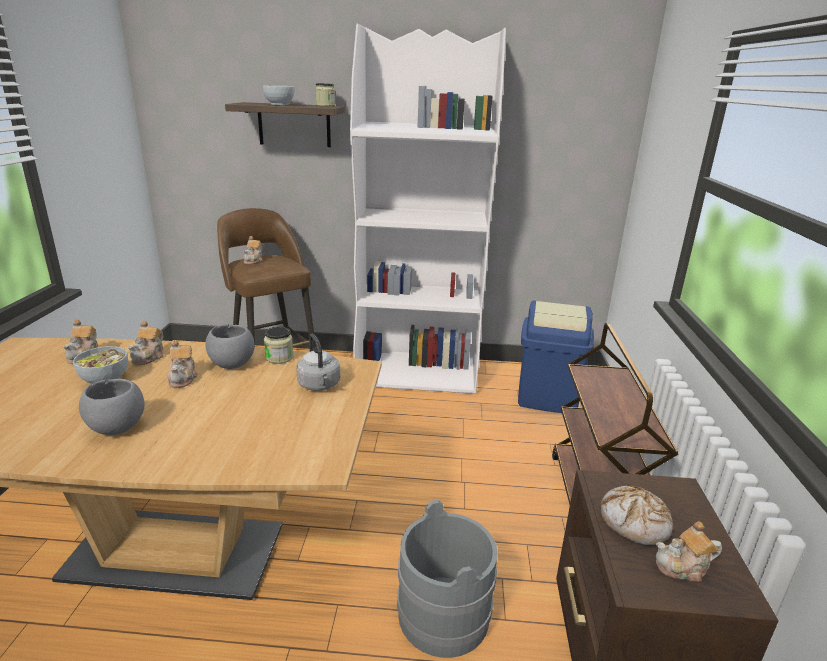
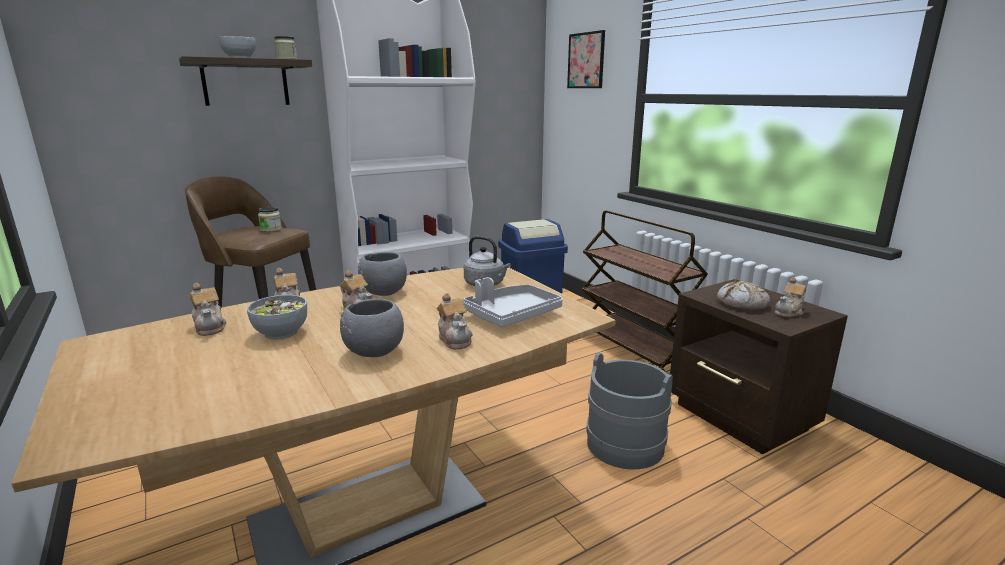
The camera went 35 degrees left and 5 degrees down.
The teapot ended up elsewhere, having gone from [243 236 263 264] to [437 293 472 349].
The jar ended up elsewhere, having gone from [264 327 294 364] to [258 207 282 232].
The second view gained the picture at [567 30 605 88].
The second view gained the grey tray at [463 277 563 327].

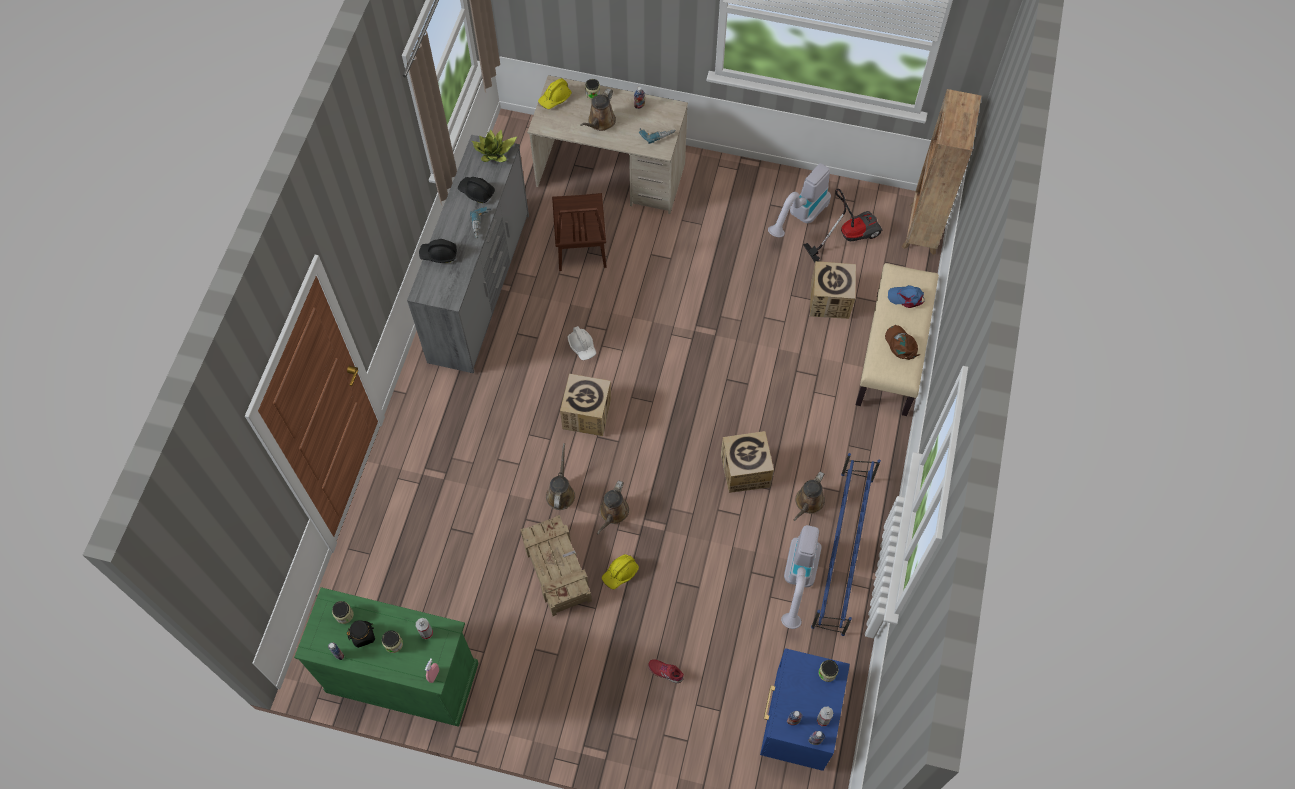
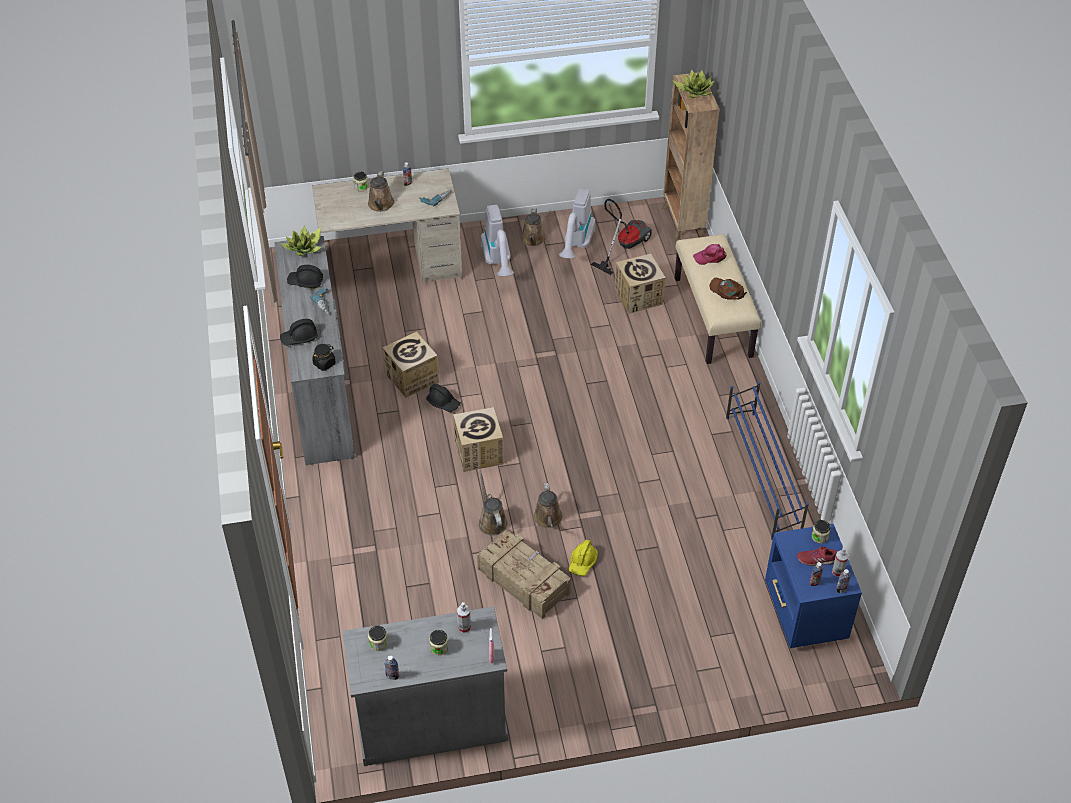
The camera went 25 degrees left and 15 degrees down.
The second view lost the yellow hard hat at [538 78 572 109].
The second view lost the brown chair at [552 193 607 271].
What was the blue cap at [888 285 925 308] turned into the pink cap at [693 244 727 265].
What was the white hard hat at [568 326 596 360] turned into the black hard hat at [426 384 460 412].
The cardboard box ended up elsewhere, having gone from [721 431 774 493] to [383 332 439 398].
The brown watering can ended up elsewhere, having gone from [794 471 825 521] to [521 208 546 246].
The vacuum cleaner ended up elsewhere, having gone from [781 525 822 629] to [481 205 514 276].
What was the green cabinet at [294 587 478 727] turned into the grey cabinet at [342 606 508 766].
The black jar ended up elsewhere, having gone from [347 620 375 648] to [312 344 336 371].
The red shoe ended up elsewhere, having gone from [648 659 684 683] to [797 546 837 566].
The second view gained the potted plant at [672 69 714 98].

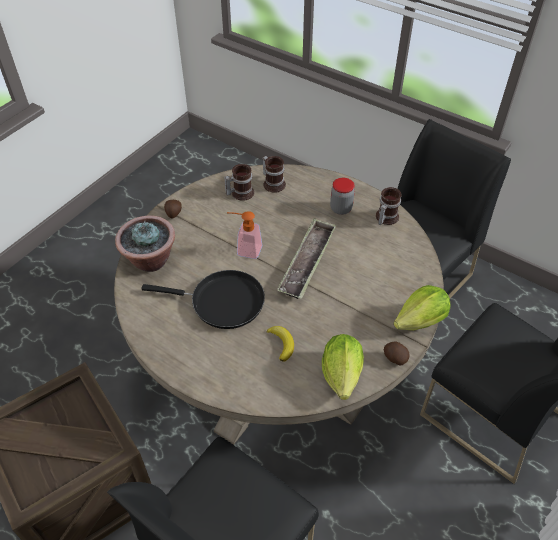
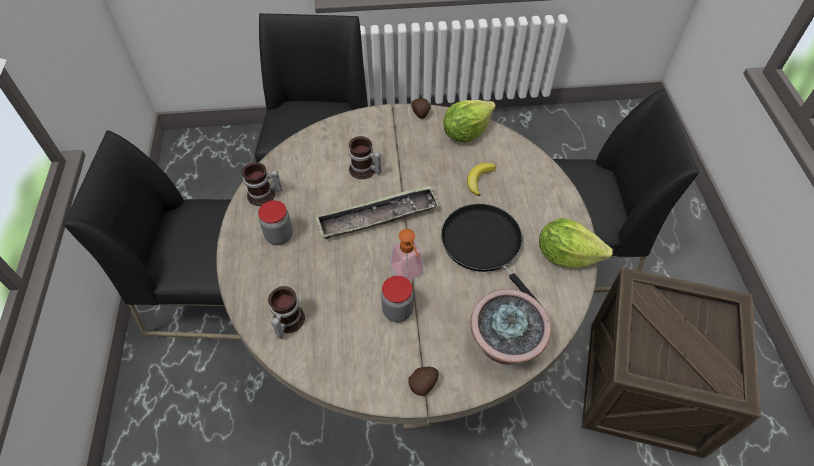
The camera went 130 degrees left and 5 degrees up.
The mug ended up elsewhere, having gone from [224 164 254 201] to [349 136 381 179].
The lettuce ended up elsewhere, having gone from [393 285 451 331] to [539 218 613 268].
The second view gained the jar at [381 276 414 322].

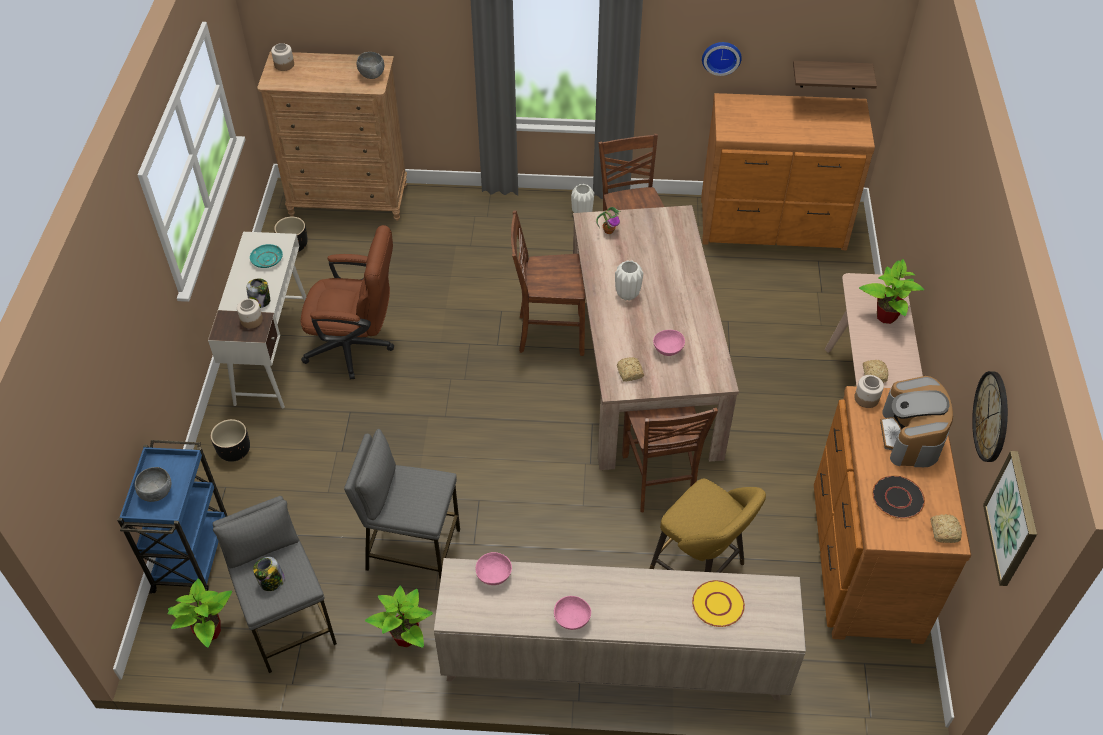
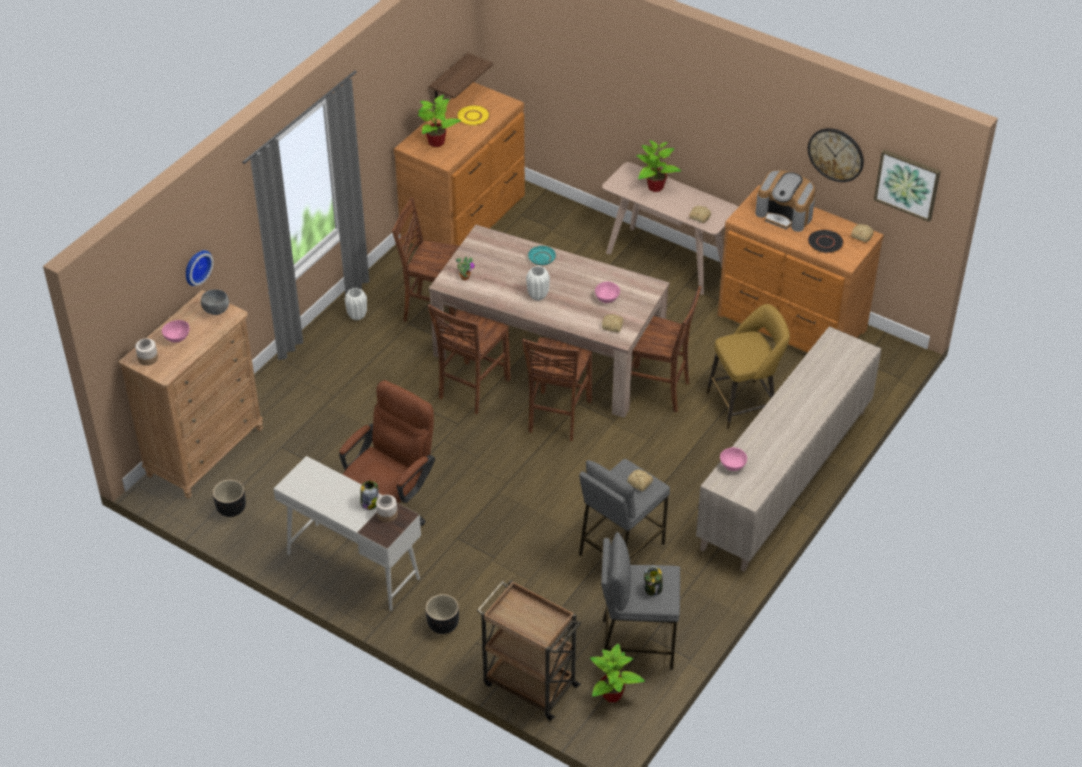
The camera went 60 degrees left and 5 degrees down.
The wall clock ended up elsewhere, having gone from [702 42 742 76] to [186 250 214 286].
The turquoise plate ended up elsewhere, having gone from [250 244 283 268] to [528 246 556 265].
The second view lost the jar at [854 375 884 408].
What was the blue cart at [117 440 227 594] turned into the brown cart at [477 580 581 720].
The second view lost the grey bowl at [135 467 171 502].
The yellow plate ended up elsewhere, having gone from [692 580 745 627] to [456 105 490 126].
The potted plant ended up elsewhere, having gone from [365 586 433 648] to [417 95 461 147].
The pink bowl ended up elsewhere, having gone from [554 596 591 630] to [162 320 190 343].
The second view gained the brown chair at [522 337 592 441].
The second view gained the bread at [627 469 653 491].

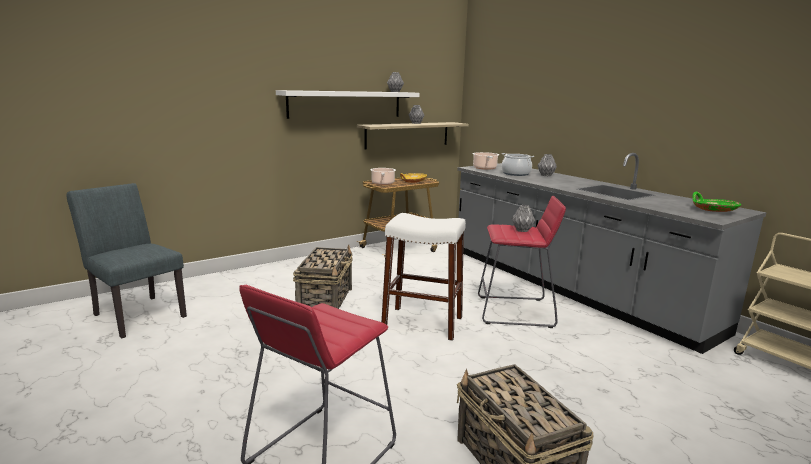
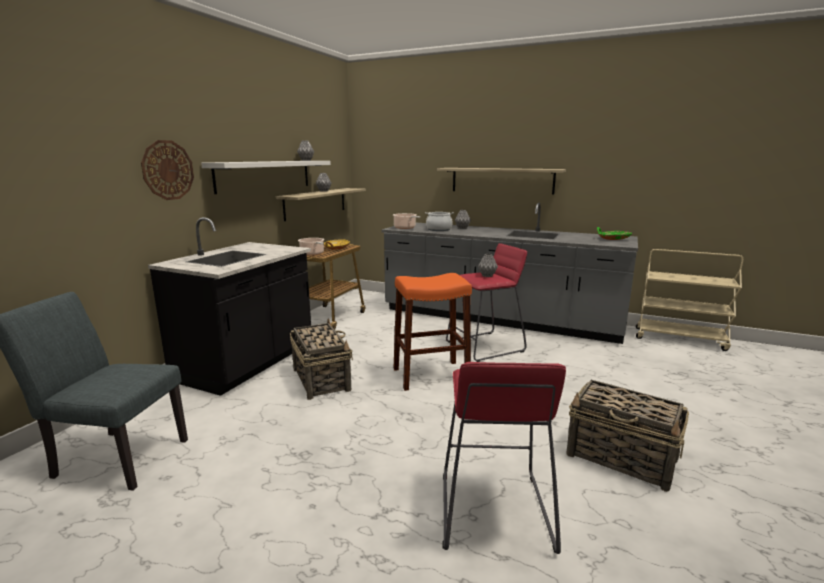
The camera went 30 degrees left and 0 degrees up.
What was the white stool at [381 213 466 341] turned into the orange stool at [394 273 472 391].
The second view gained the wall clock at [141 140 194 200].
The second view gained the shelf at [437 168 566 195].
The second view gained the black counter at [148 217 311 396].

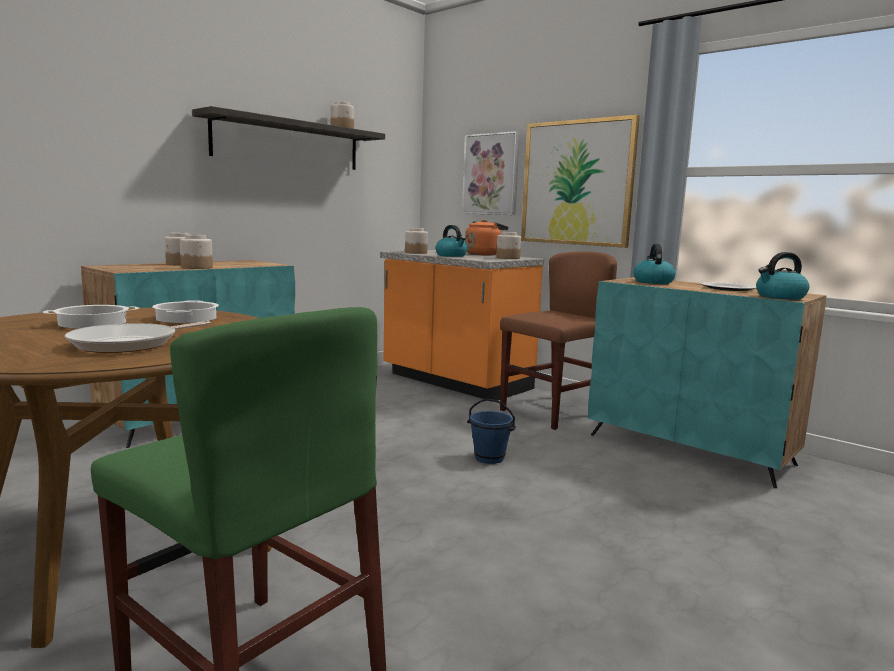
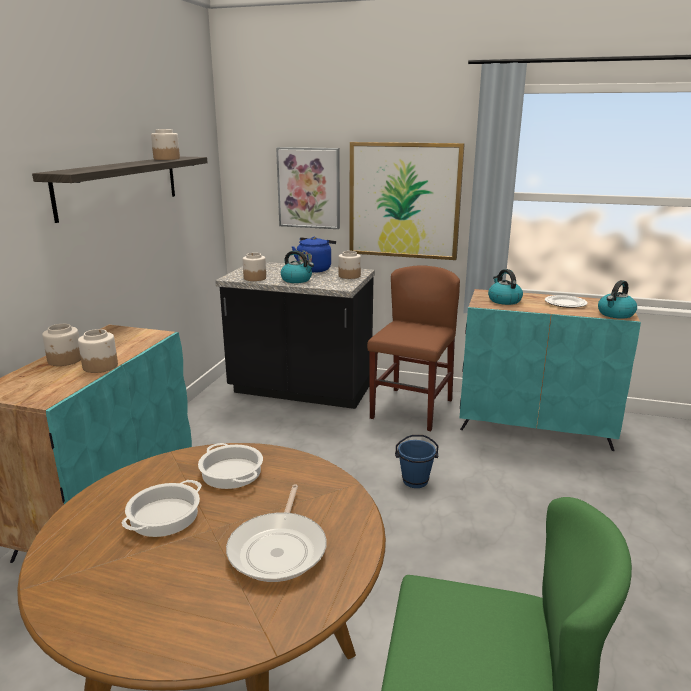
The camera went 25 degrees left and 10 degrees up.
What was the orange kettle at [465 219 509 256] turned into the blue kettle at [292 236 336 273].
What was the orange counter at [380 250 544 400] turned into the black counter at [215 262 375 409].

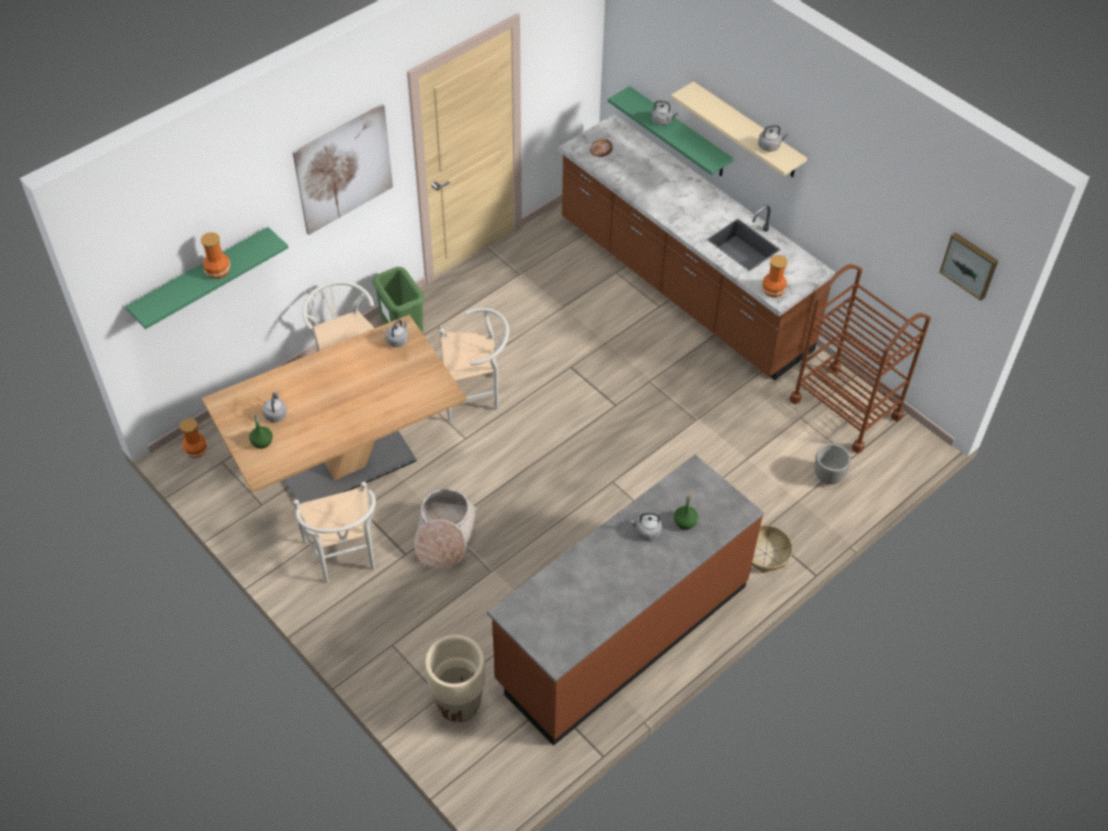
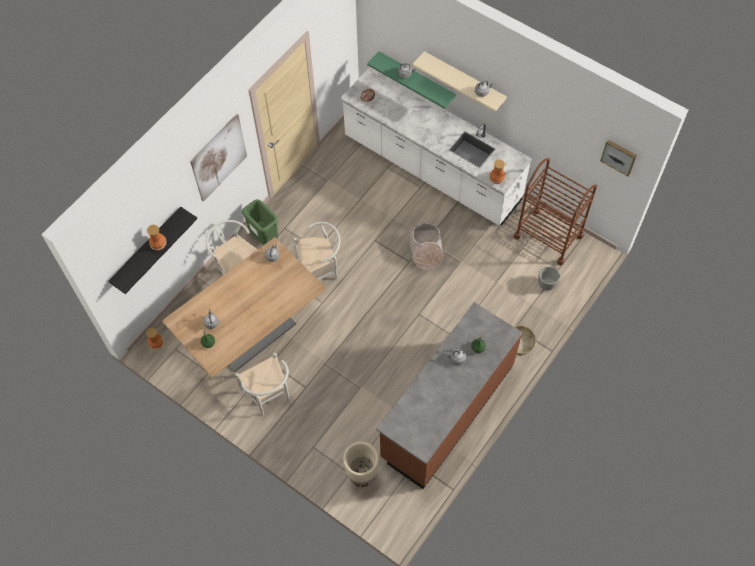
The camera went 10 degrees left and 10 degrees up.
What was the brown counter at [559 114 835 380] turned into the white counter at [340 67 532 225].
What was the green shelf at [125 227 288 329] turned into the black shelf at [108 206 197 294].
The basket ended up elsewhere, having gone from [414 489 478 569] to [409 223 443 270].

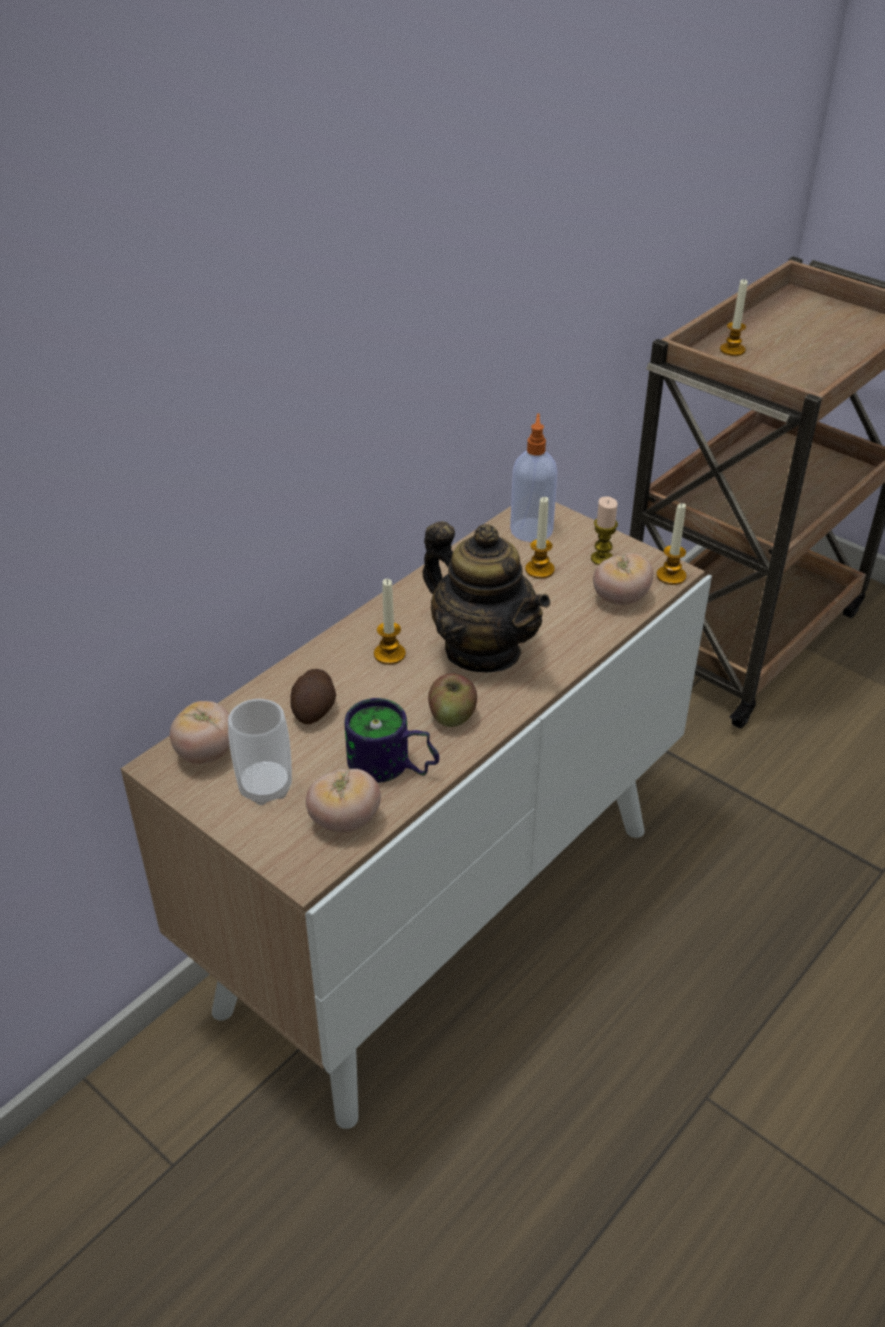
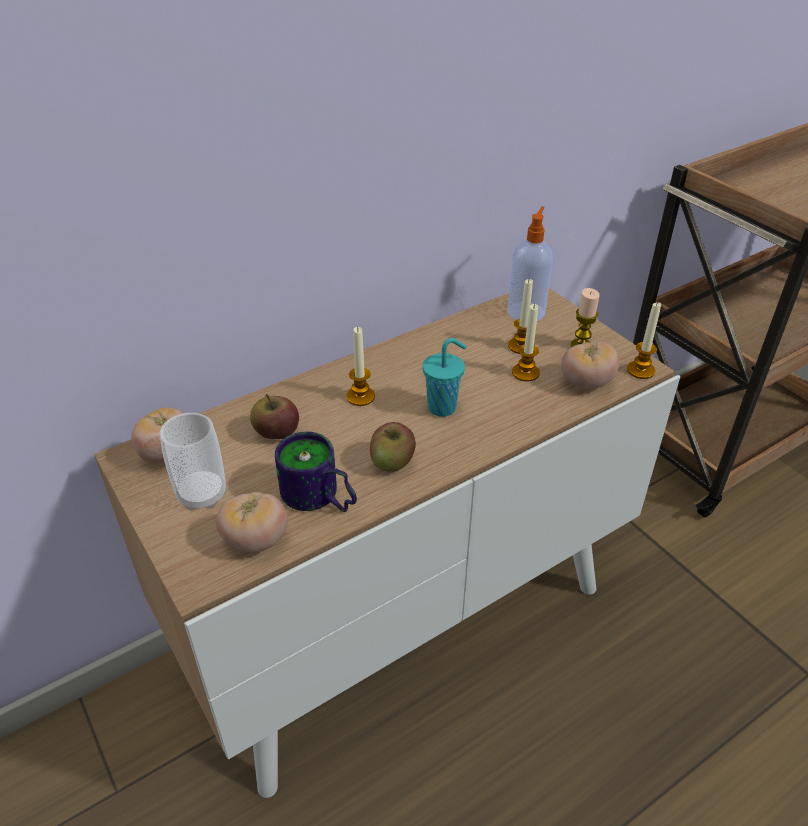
The camera went 15 degrees right and 0 degrees up.
The candle ended up elsewhere, having gone from [720 278 748 356] to [512 304 540 382].
Where the teapot stood at [423 521 550 672], the turquoise cup came to stand at [422 338 467 417].
Where the potato stood at [290 669 336 724], the apple came to stand at [250 394 299 439].

